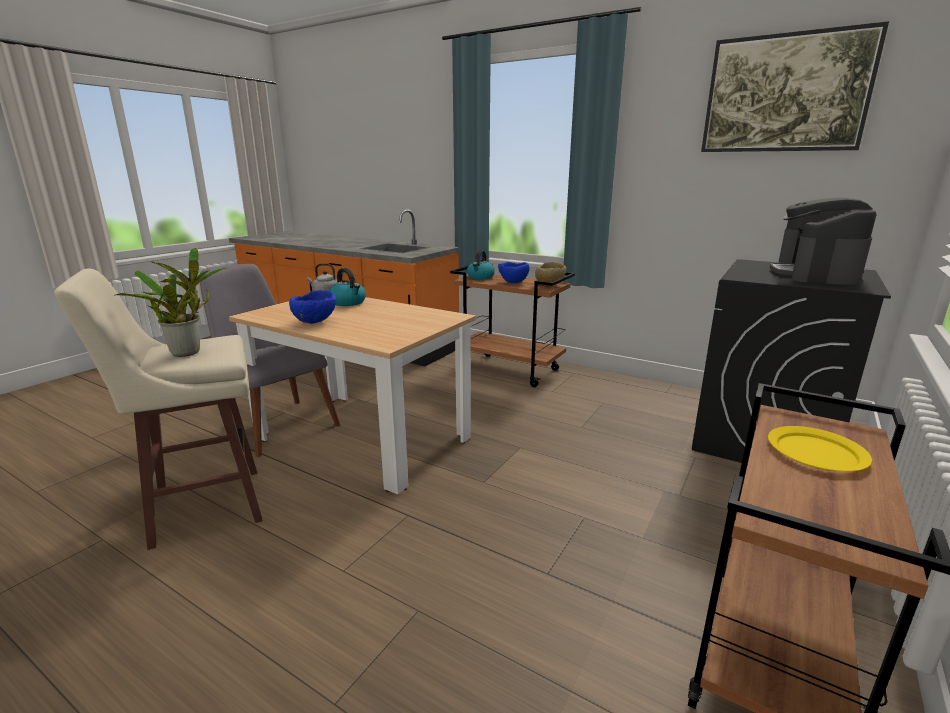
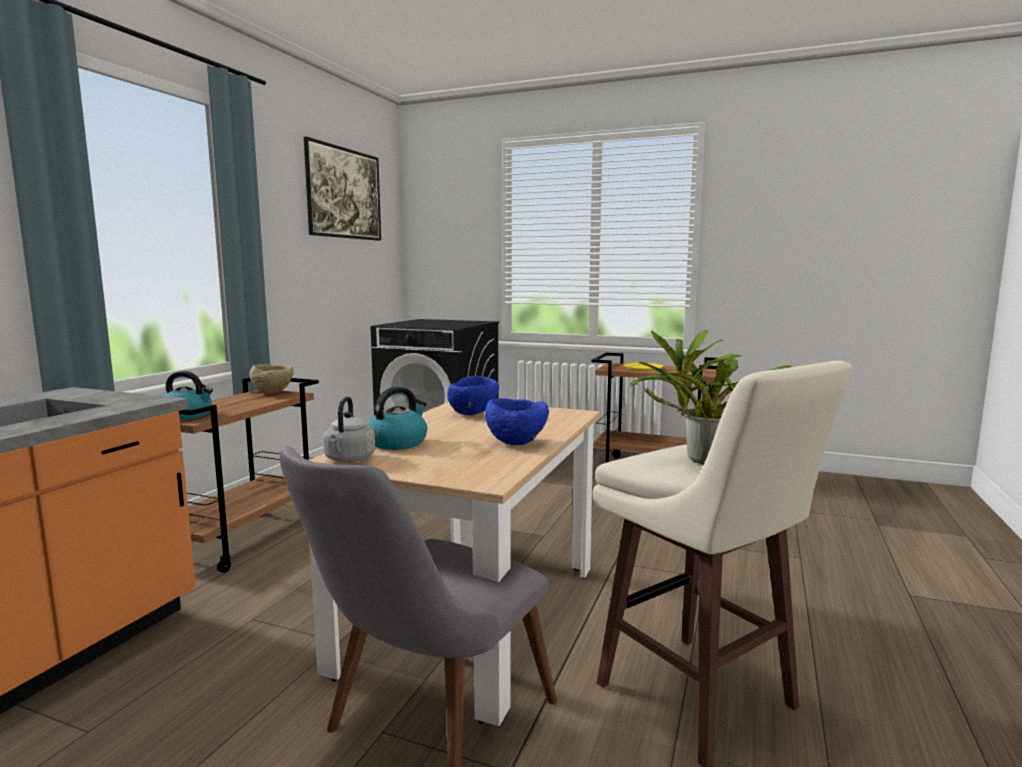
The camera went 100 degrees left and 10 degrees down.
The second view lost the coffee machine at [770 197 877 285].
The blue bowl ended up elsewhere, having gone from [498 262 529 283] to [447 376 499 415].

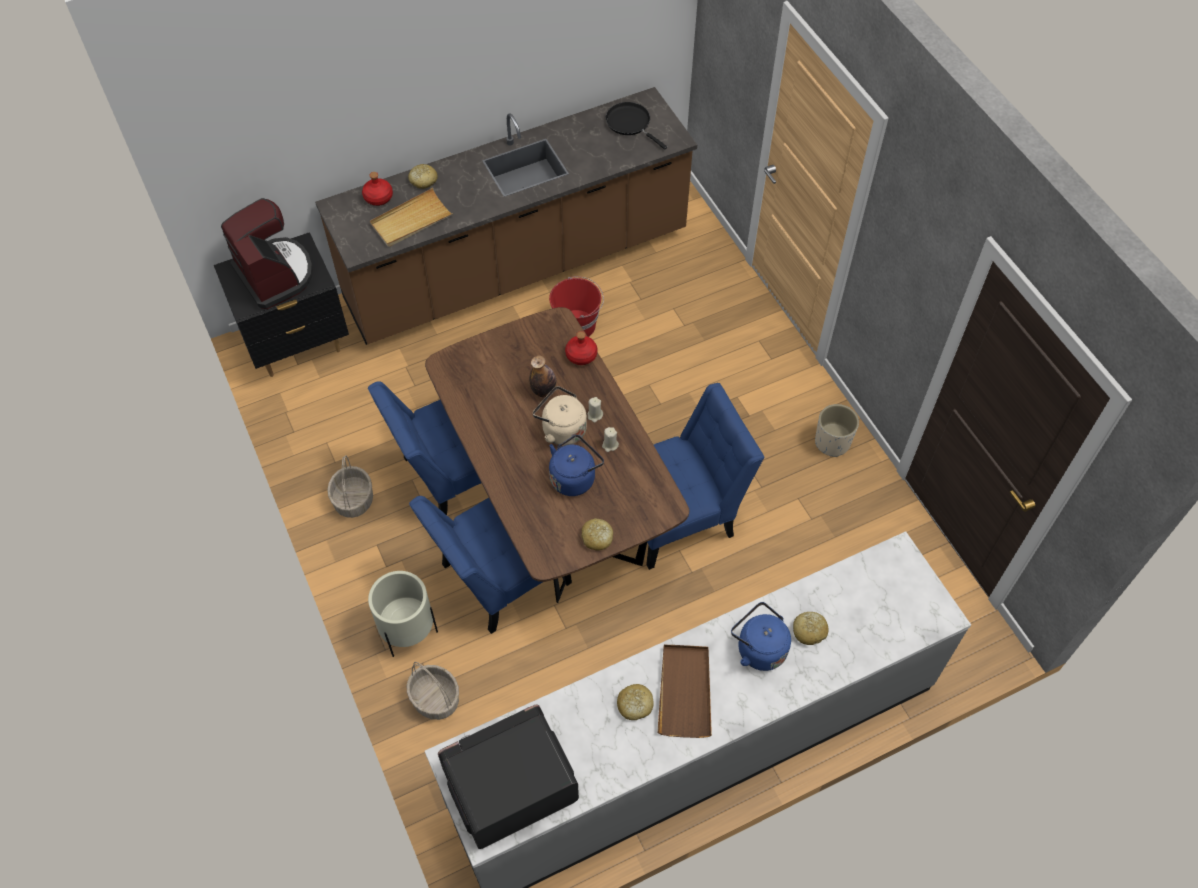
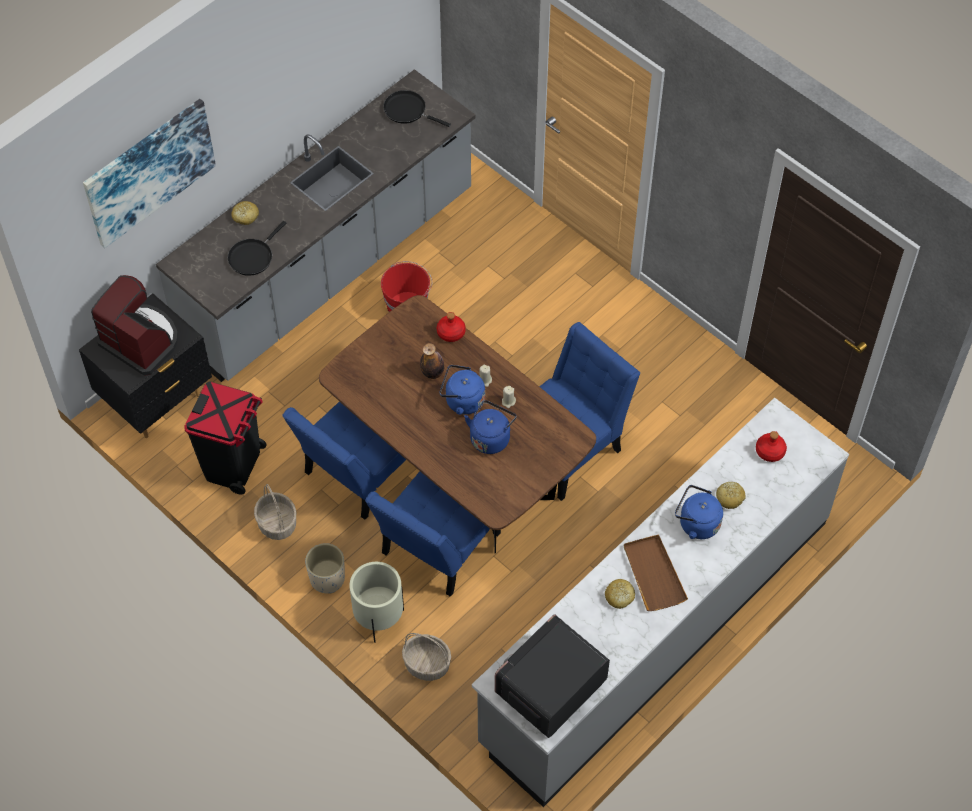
The camera went 20 degrees left and 0 degrees up.
What was the brown counter at [315 87 697 345] turned into the grey counter at [156 69 476 382].
The red bottle ended up elsewhere, having gone from [362 172 393 206] to [756 431 787 462].
Where the beige tray stood at [370 188 453 247], the black frying pan came to stand at [228 221 286 276].
What was the beige kettle at [533 386 587 446] turned into the blue kettle at [440 365 485 415].
The beige planter ended up elsewhere, having gone from [815 404 859 457] to [305 543 345 594].
The second view lost the bread at [581 518 613 550].
The second view gained the picture at [83 99 216 248].
The second view gained the black trash can at [185 382 267 495].

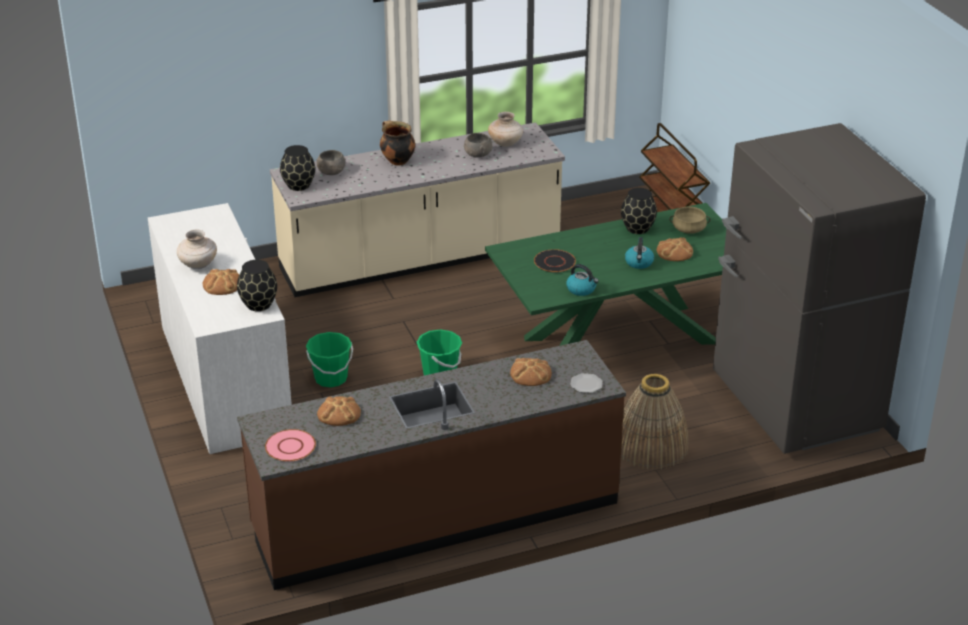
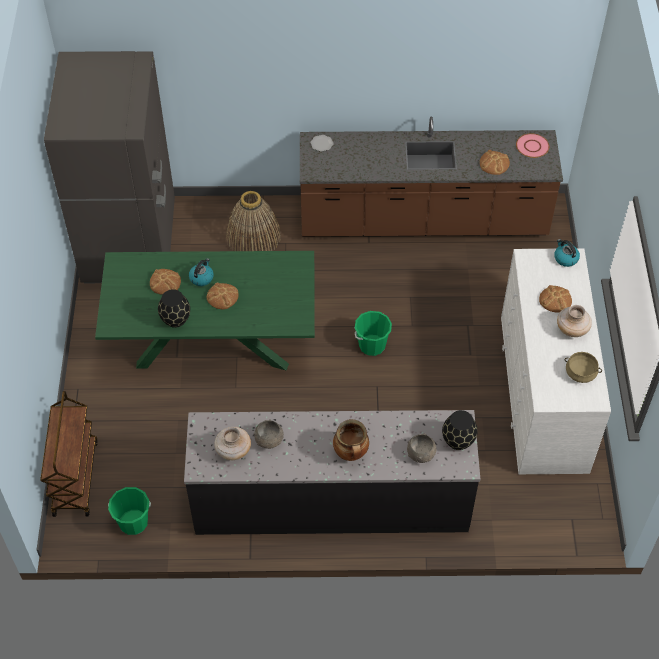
The camera went 160 degrees left and 20 degrees up.
What was the beige counter at [270 122 565 297] turned into the black counter at [184 410 480 535].
The beige cooking pot ended up elsewhere, having gone from [670 207 710 234] to [565 352 602 383].
The second view lost the black plate at [534 249 576 273].
The second view lost the black vase at [237 260 277 311].
The kettle ended up elsewhere, having gone from [566 264 599 296] to [554 239 580 267].
The green bucket ended up elsewhere, having gone from [306 332 353 387] to [108 487 151 535].
The bread ended up elsewhere, having gone from [510 358 552 386] to [207 283 239 309].

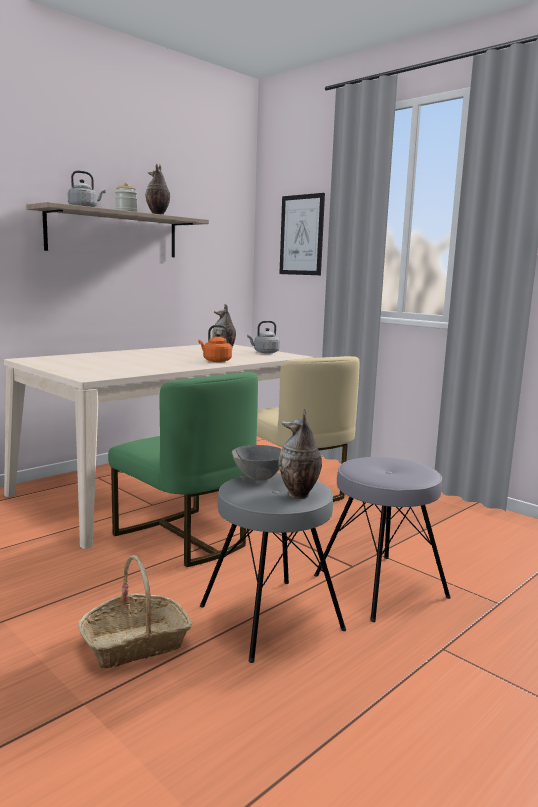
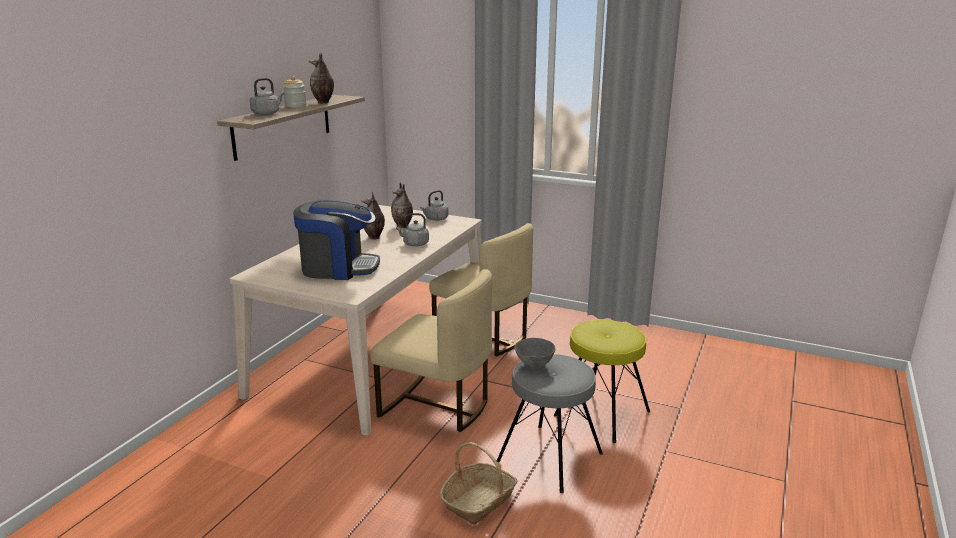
The camera went 20 degrees left and 10 degrees up.
The second view lost the picture at [280 193 325 275].
What was the orange kettle at [198 325 232 362] turned into the grey kettle at [396 213 429 246].
What was the green chair at [108 372 258 567] turned into the beige chair at [370 269 492 432].
The vase ended up elsewhere, having gone from [279 409 322 499] to [361 192 385 240].
What was the grey stool at [314 457 451 622] turned into the yellow stool at [554 320 650 443].
The second view gained the coffee machine at [293 200 380 280].

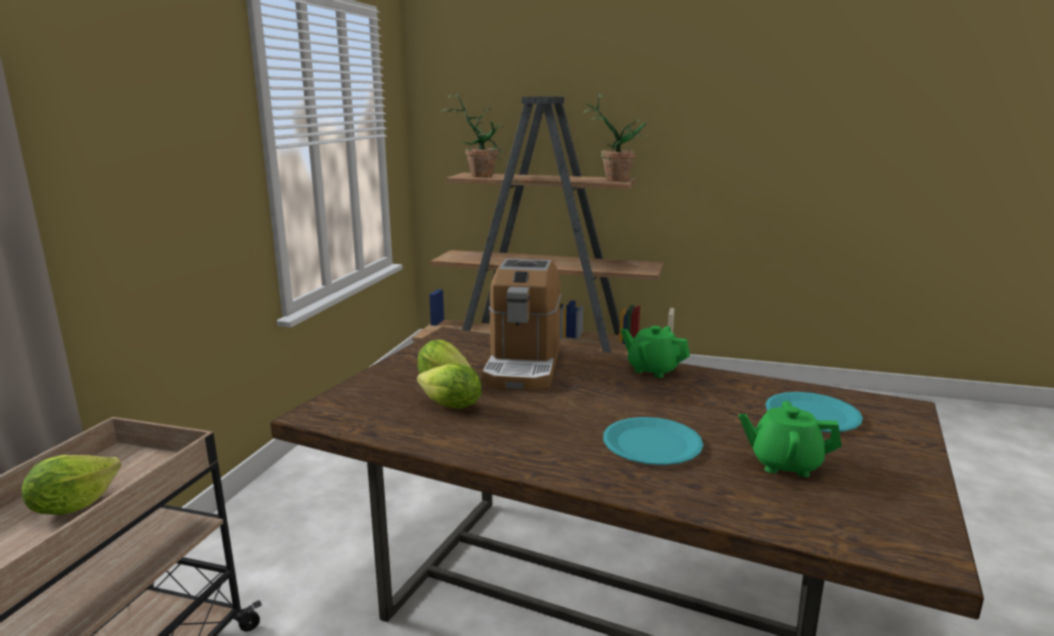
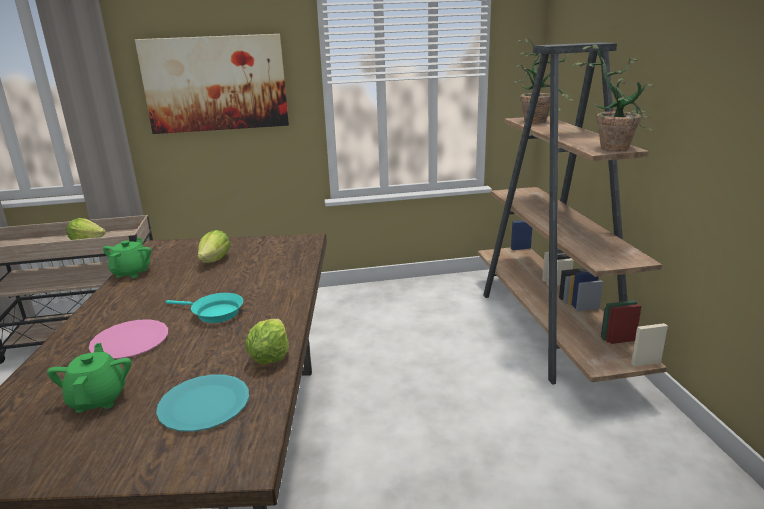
The camera went 65 degrees right and 5 degrees up.
The second view lost the coffee machine at [482 259 561 390].
The green teapot ended up elsewhere, having gone from [621 326 690 378] to [103 238 151 278].
The lettuce ended up elsewhere, having gone from [417 364 482 409] to [245 319 289 364].
What was the turquoise plate at [603 417 703 465] turned into the pink plate at [89 319 168 359].
The second view gained the picture at [135 34 289 134].
The second view gained the turquoise frying pan at [166 293 243 323].

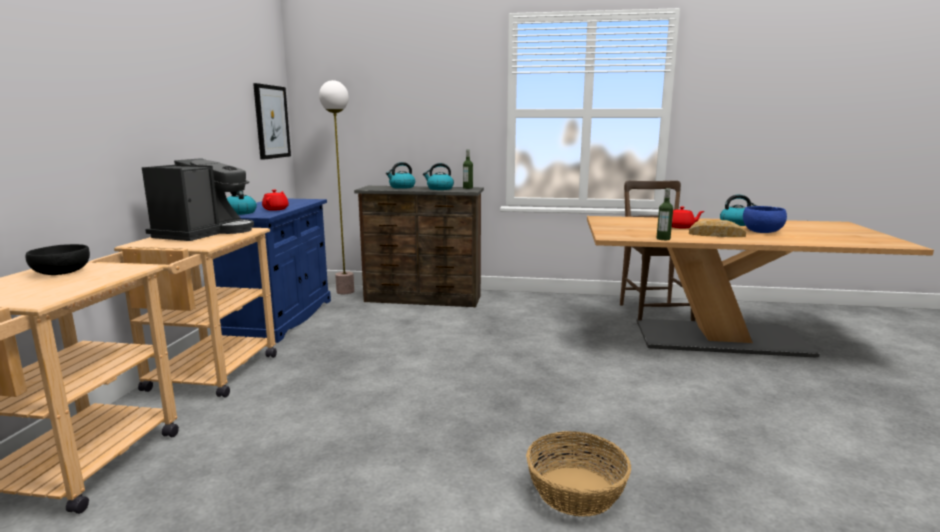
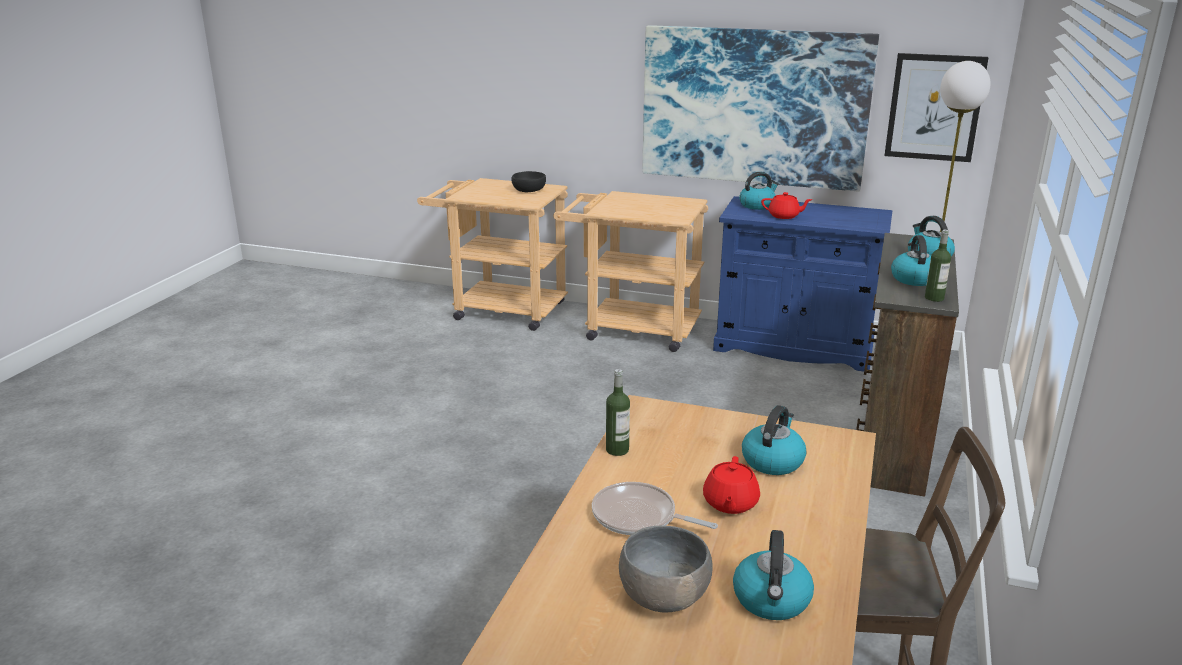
The camera went 100 degrees right and 10 degrees up.
The second view lost the coffee machine at [142 158 254 241].
What was the blue bowl at [743 206 787 233] turned into the grey bowl at [619 526 713 613].
Where the bread stood at [689 219 746 237], the frying pan came to stand at [592 482 718 535].
The second view lost the basket at [526 431 631 517].
The second view gained the picture at [642 25 879 192].
The second view gained the kettle at [742 405 806 475].

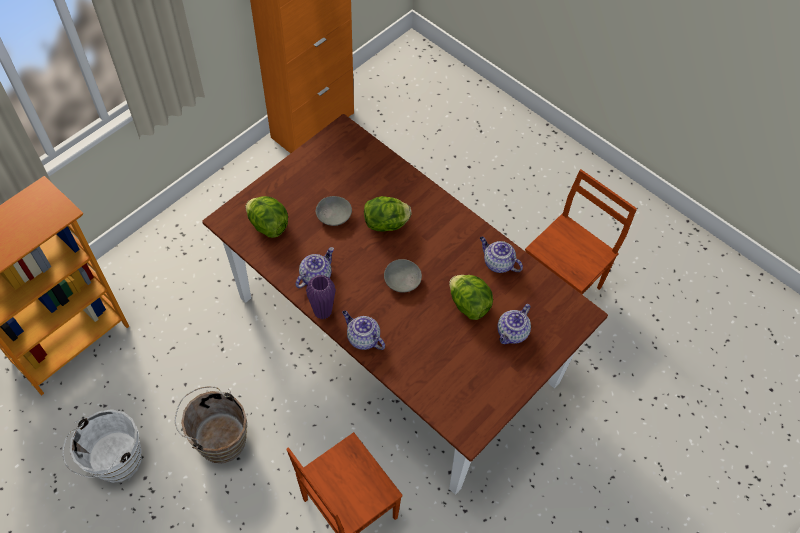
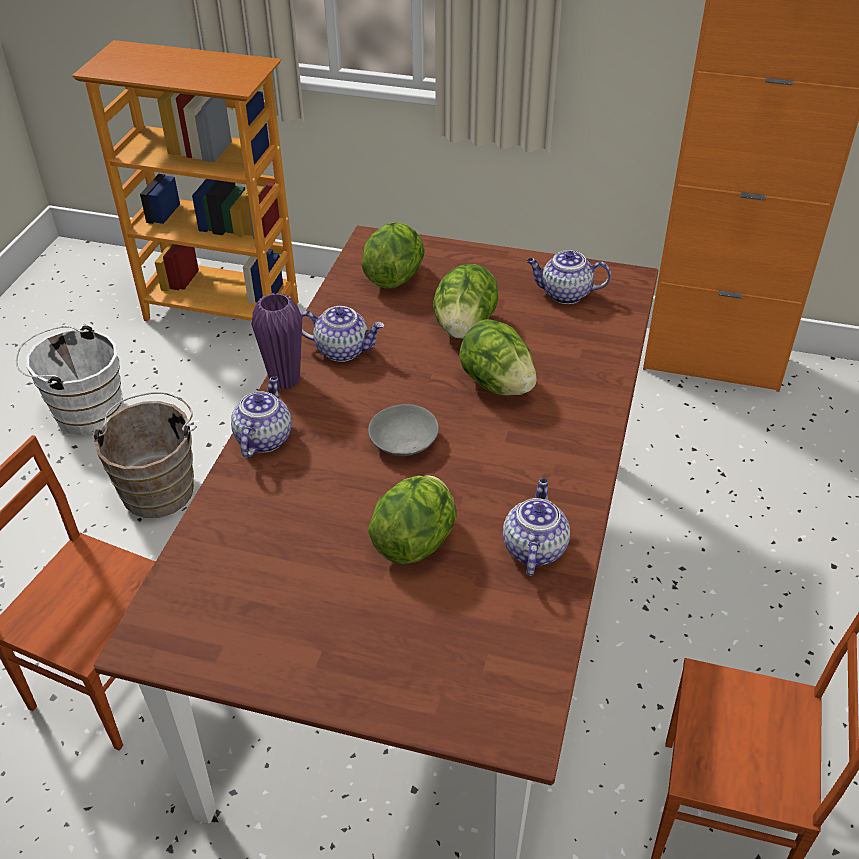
The camera went 65 degrees right and 15 degrees down.
Where the grey bowl stood at [316 196 352 226], the lettuce came to stand at [433 264 499 339].
The teapot ended up elsewhere, having gone from [497 304 531 344] to [526 250 611 304].

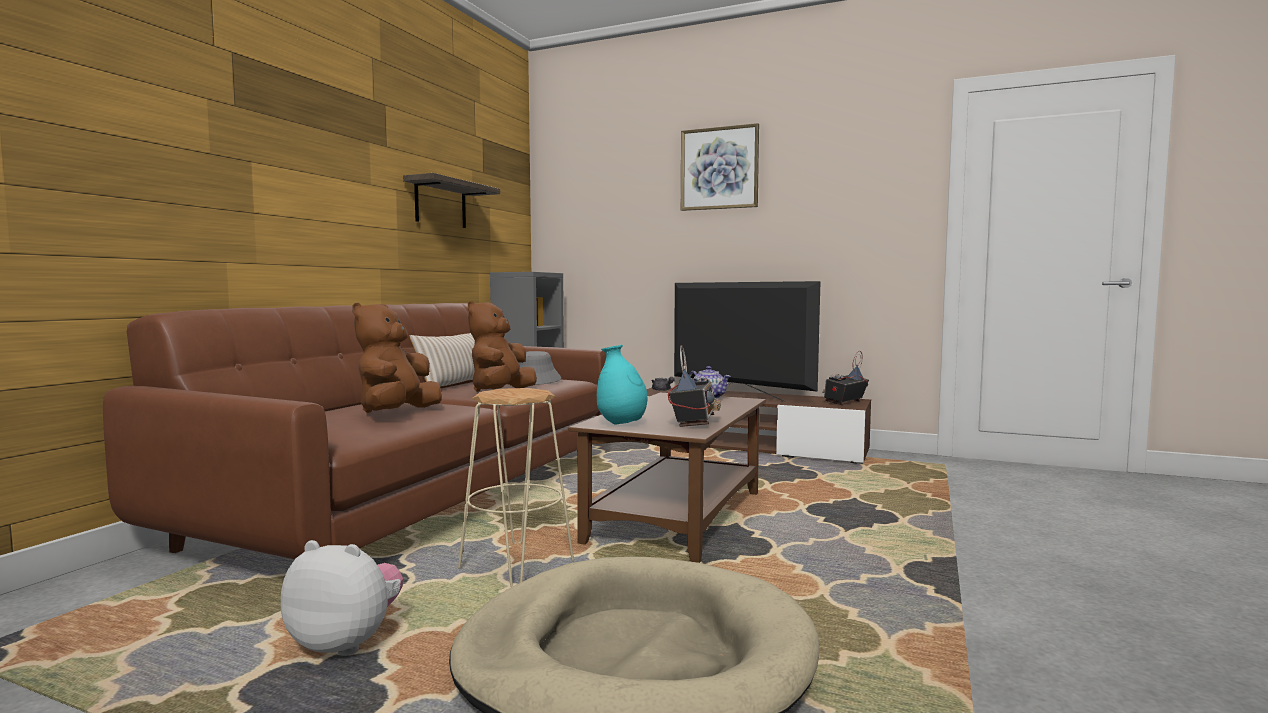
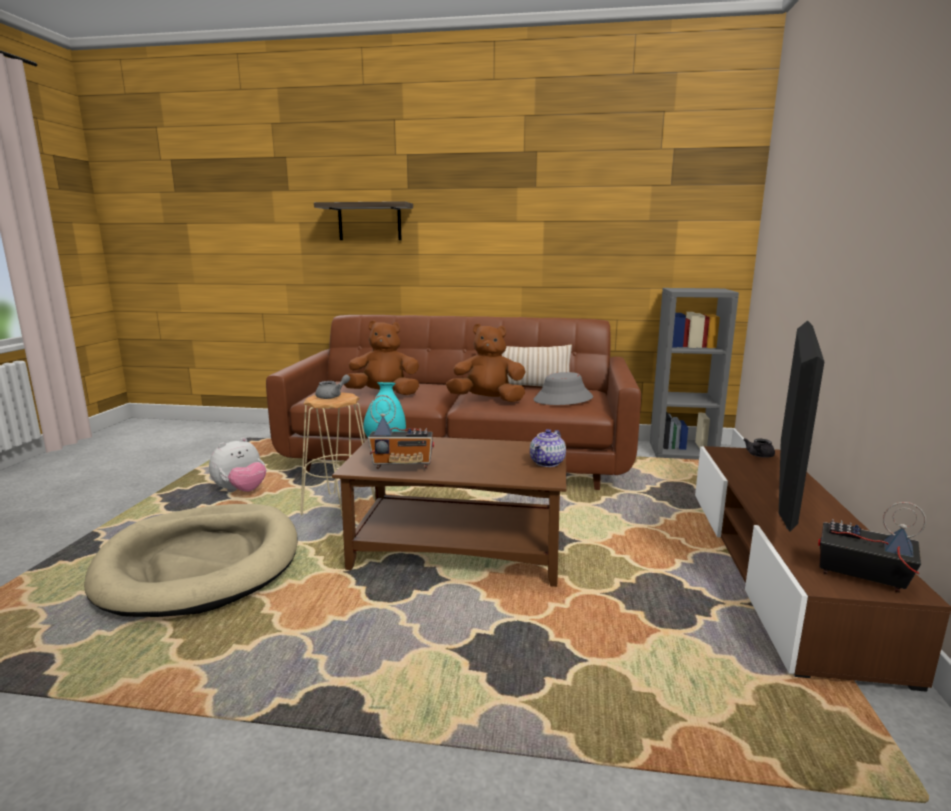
The camera went 75 degrees right and 10 degrees up.
The second view lost the picture at [681 123 759 211].
The shelf ended up elsewhere, having gone from [403 173 500 228] to [314 201 413 240].
The plush toy at [281 540 403 656] ended up facing another way, 45 degrees clockwise from before.
The second view gained the grey teapot at [315 375 350 399].

